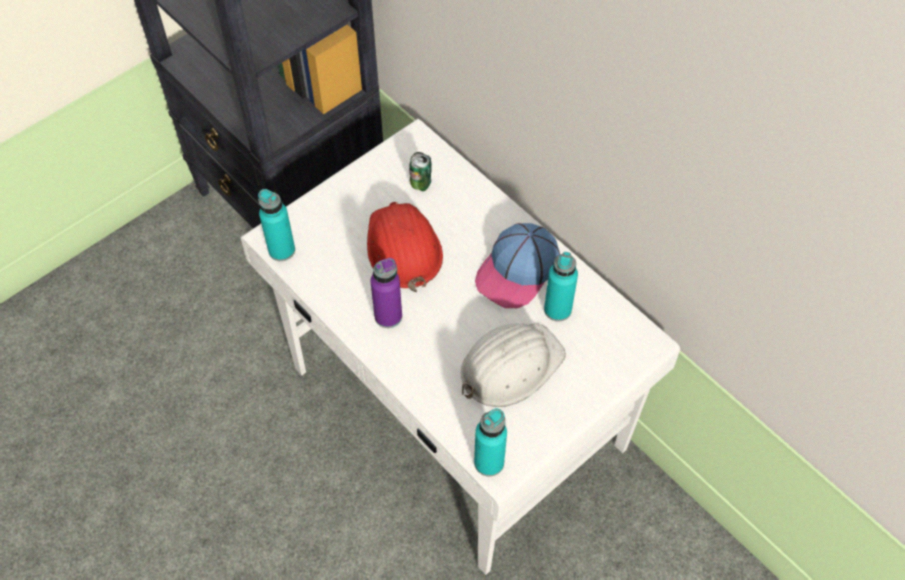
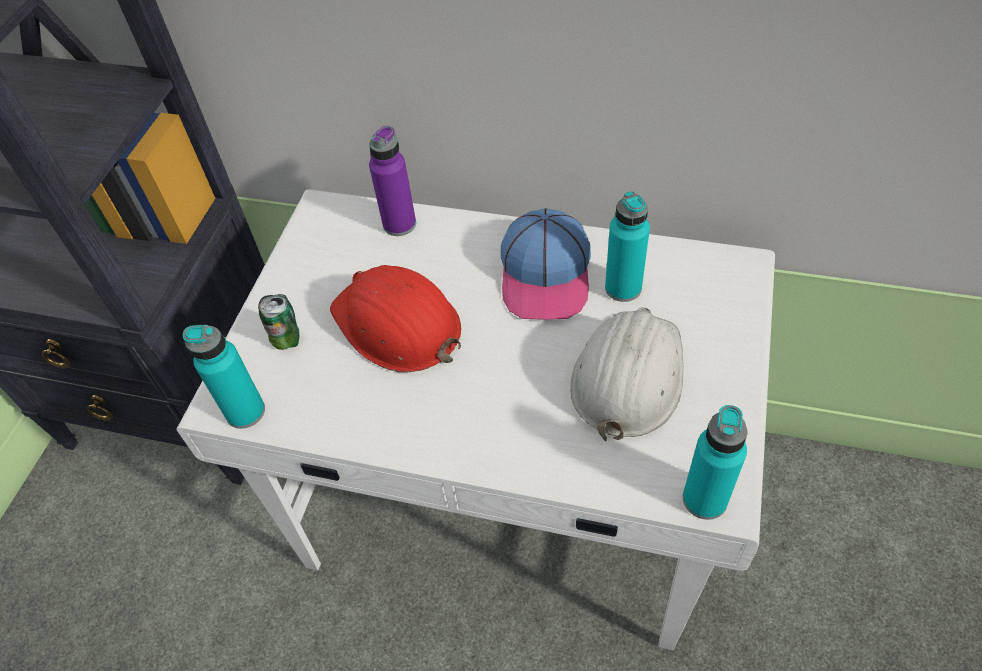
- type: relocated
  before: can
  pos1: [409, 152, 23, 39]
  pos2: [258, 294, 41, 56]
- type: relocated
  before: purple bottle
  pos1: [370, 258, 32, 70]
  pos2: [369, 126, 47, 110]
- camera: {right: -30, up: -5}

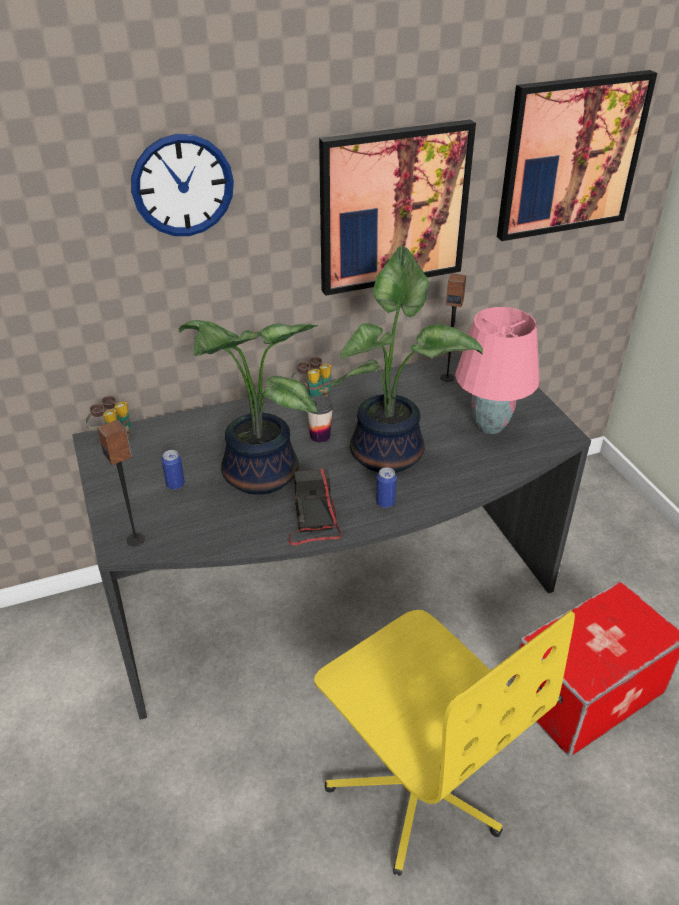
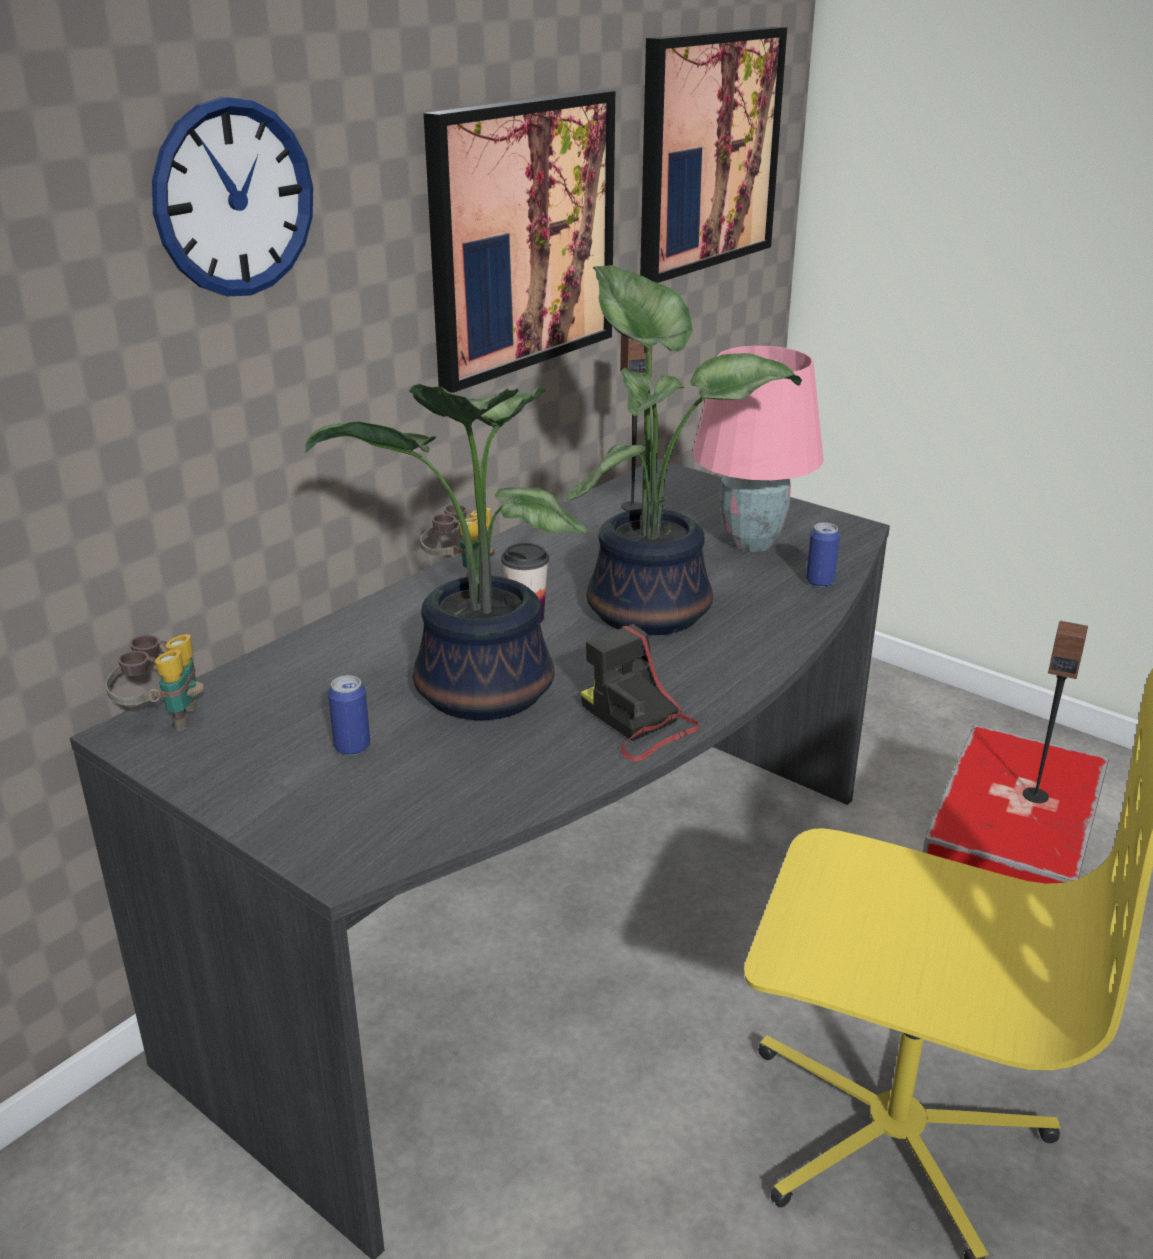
- type: relocated
  before: speaker
  pos1: [97, 420, 48, 126]
  pos2: [1023, 621, 65, 182]
- type: relocated
  before: can
  pos1: [376, 467, 21, 41]
  pos2: [806, 523, 34, 64]
- camera: {right: -30, up: -10}

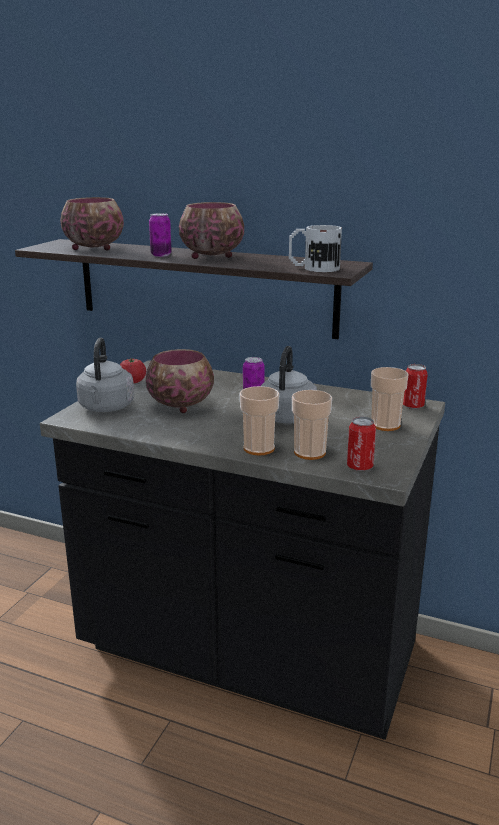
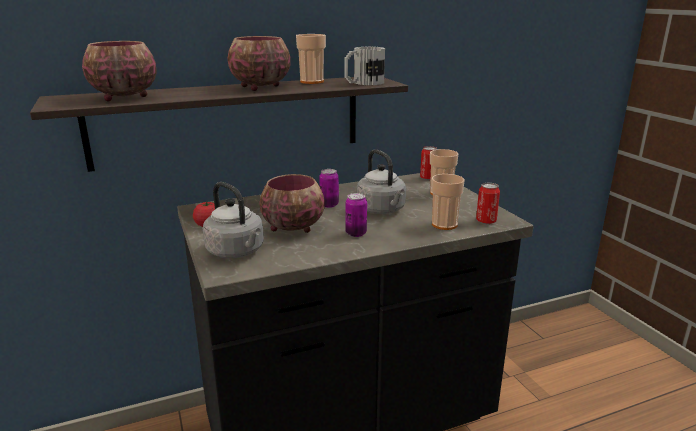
- type: relocated
  before: can
  pos1: [149, 213, 23, 44]
  pos2: [345, 193, 22, 44]
- type: relocated
  before: cup
  pos1: [240, 386, 39, 69]
  pos2: [296, 34, 30, 50]
- camera: {right: -45, up: 0}

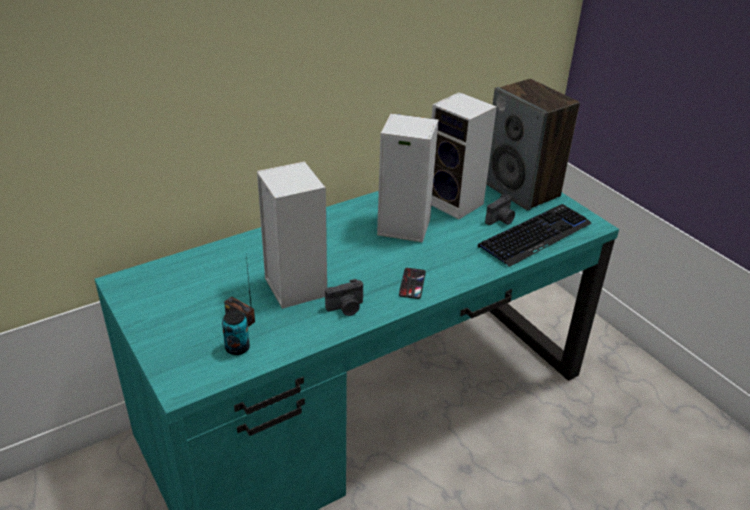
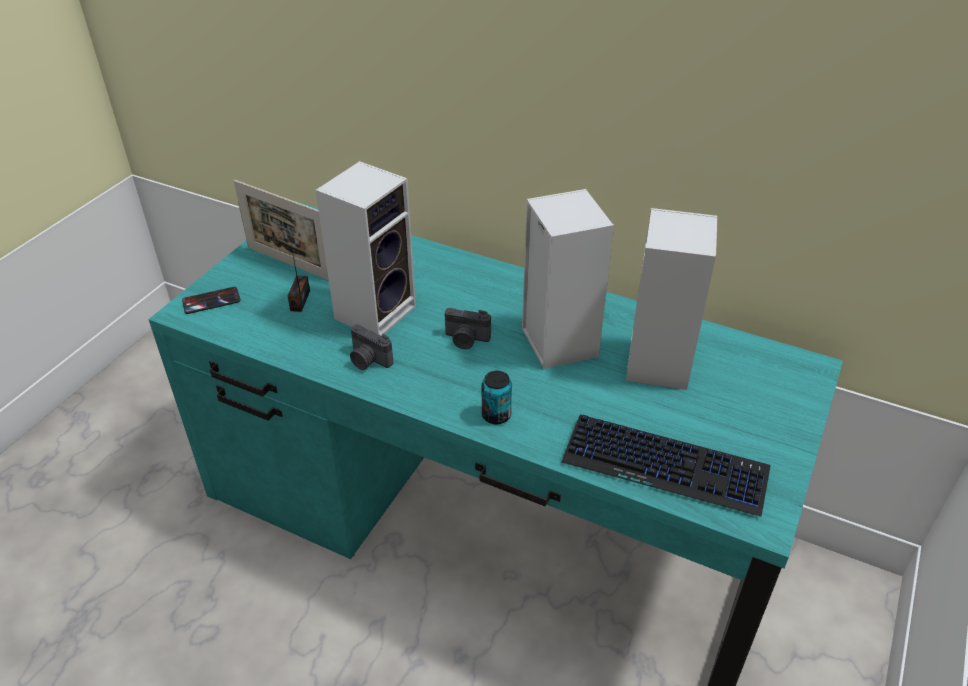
- type: missing
  before: speaker
  pos1: [486, 79, 94, 132]
- type: relocated
  before: photo camera
  pos1: [485, 194, 30, 31]
  pos2: [445, 308, 46, 41]
- type: relocated
  before: phone
  pos1: [399, 268, 27, 31]
  pos2: [182, 287, 59, 27]
- type: relocated
  before: can
  pos1: [222, 310, 28, 45]
  pos2: [482, 371, 30, 53]
- type: appeared
  after: picture frame
  pos2: [234, 180, 95, 100]
- camera: {right: 60, up: 5}

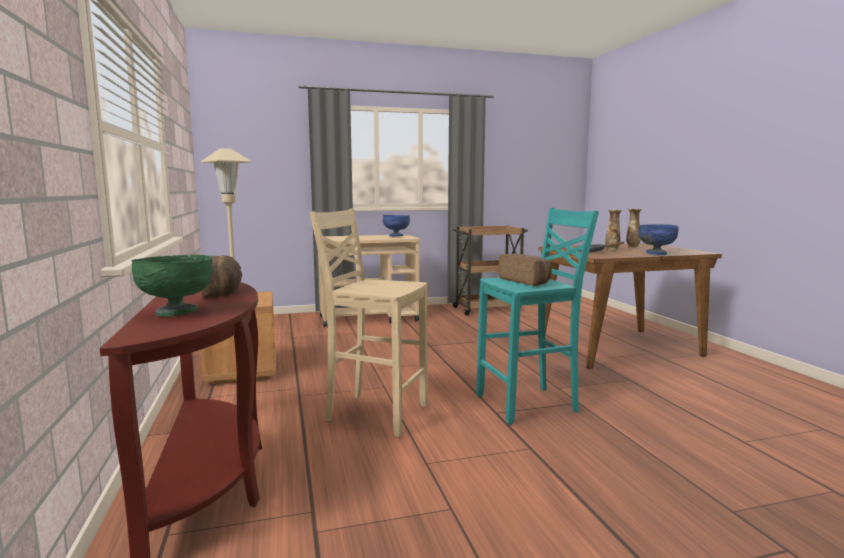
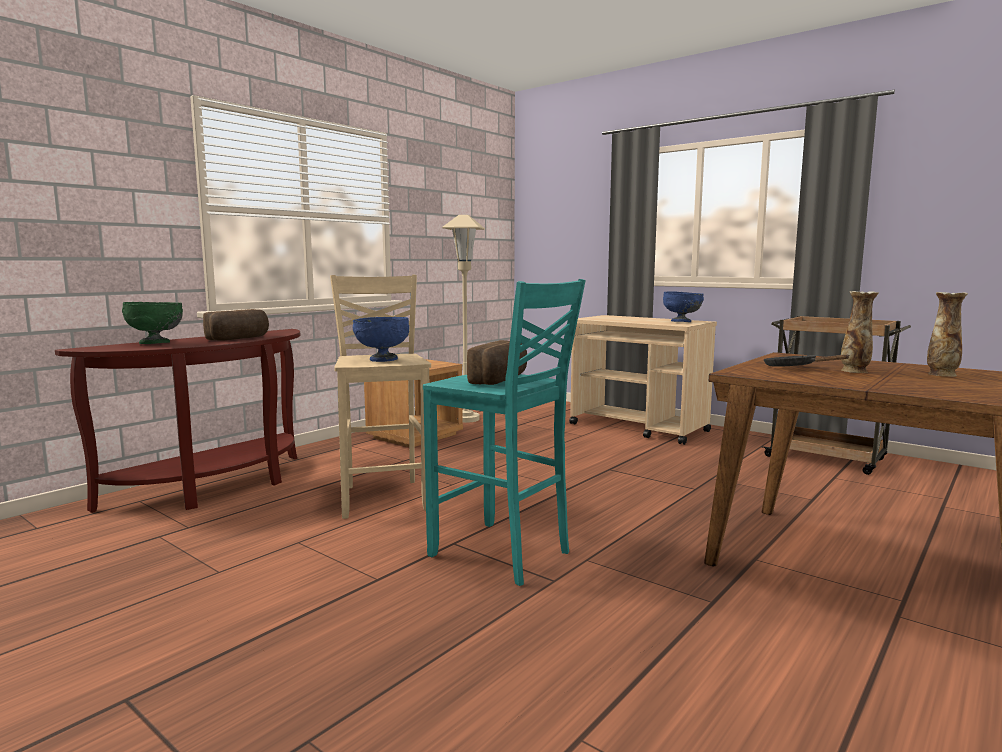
- type: relocated
  before: blue bowl
  pos1: [638, 224, 41, 31]
  pos2: [353, 317, 56, 45]
- camera: {right: 55, up: 0}

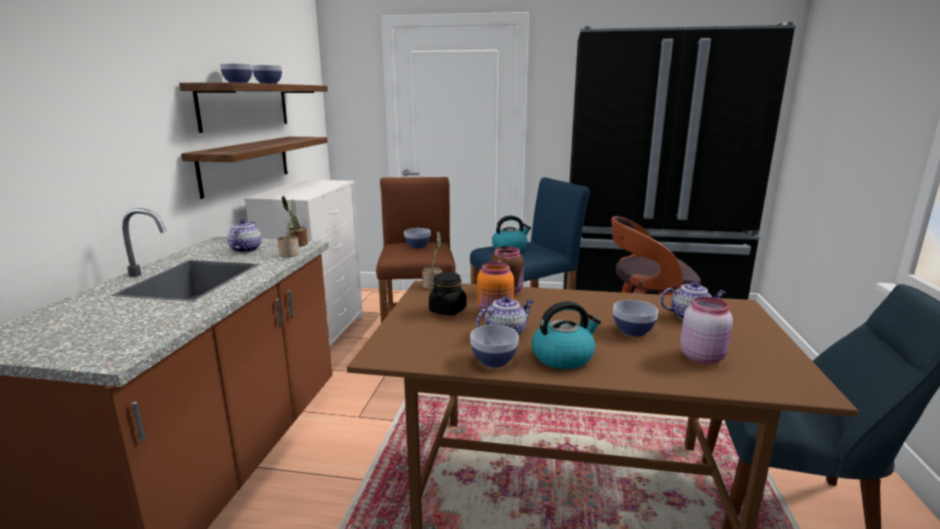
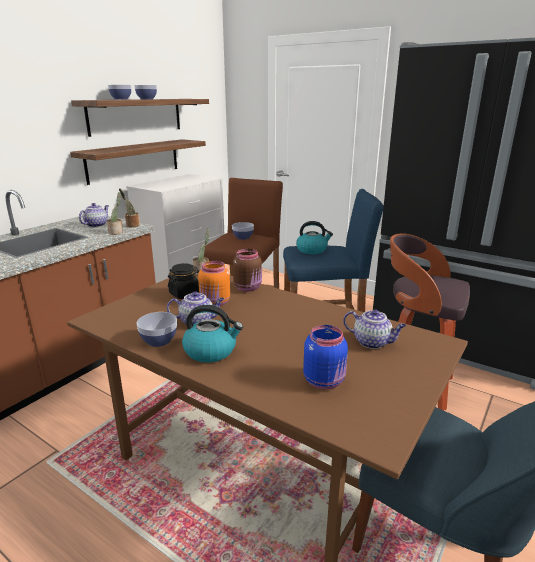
- type: colour
  before: pink jar
  after: blue jar
  pos1: [680, 297, 53, 67]
  pos2: [303, 325, 45, 65]
- type: missing
  before: bowl
  pos1: [613, 300, 45, 37]
- camera: {right: 25, up: 5}

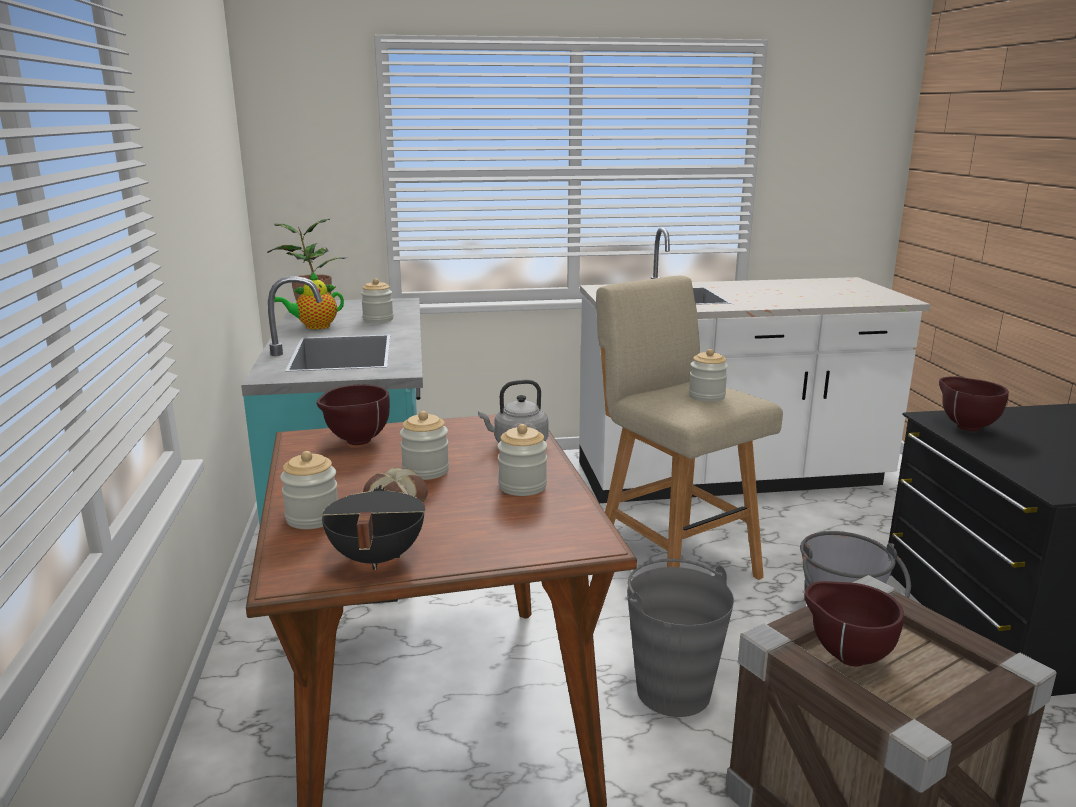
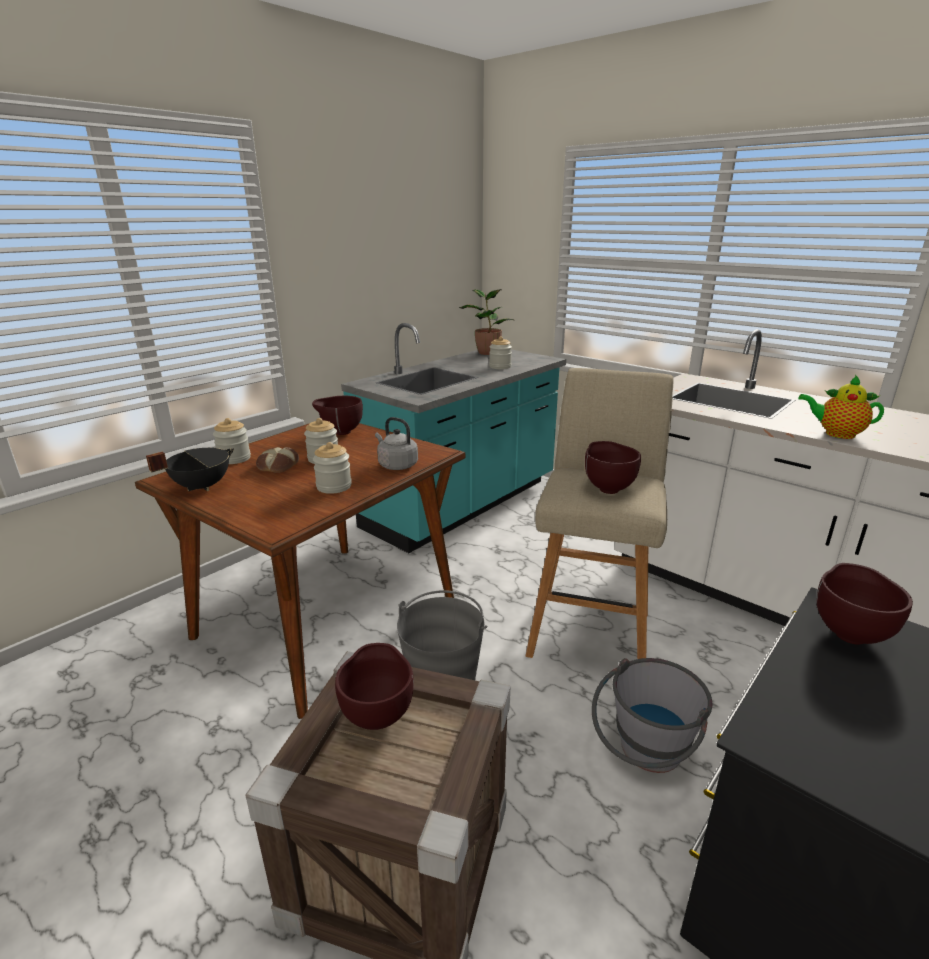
- type: relocated
  before: teapot
  pos1: [274, 272, 70, 57]
  pos2: [798, 375, 86, 64]
- type: exchanged
  before: jar
  after: brown bowl
  pos1: [689, 349, 39, 53]
  pos2: [585, 441, 56, 53]
- camera: {right: 50, up: 5}

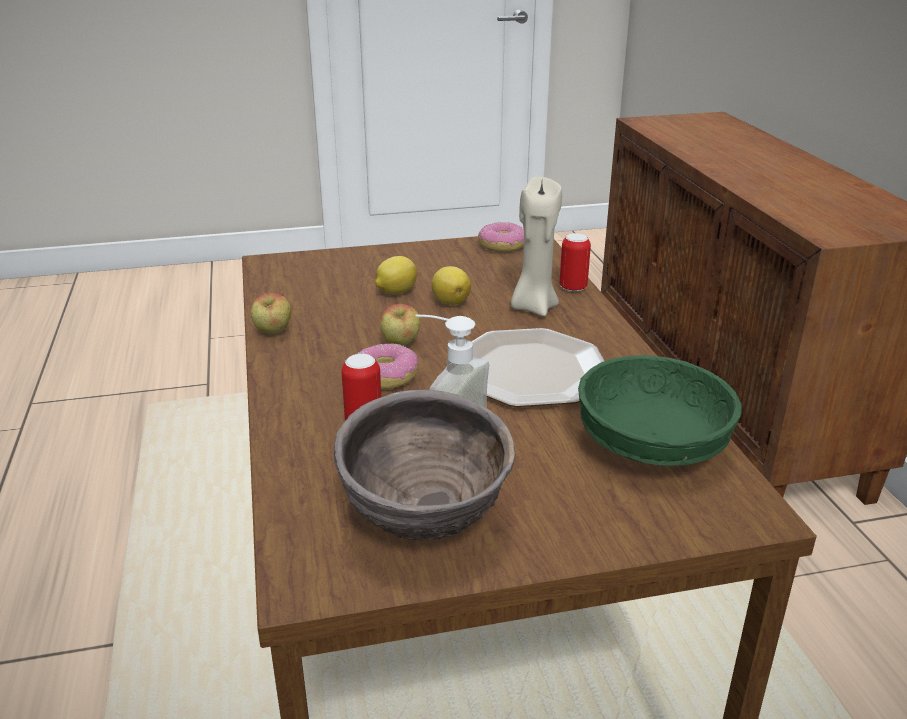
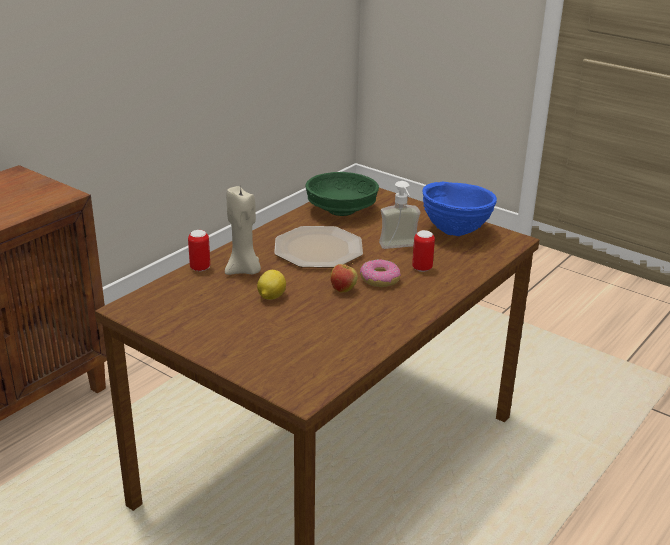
- type: missing
  before: donut
  pos1: [478, 222, 46, 30]
- type: missing
  before: lemon
  pos1: [375, 256, 42, 38]
- type: missing
  before: apple
  pos1: [251, 293, 40, 41]
- type: colour
  before: brown bowl
  after: blue bowl
  pos1: [334, 390, 181, 151]
  pos2: [423, 182, 74, 54]
- camera: {right: -130, up: 0}

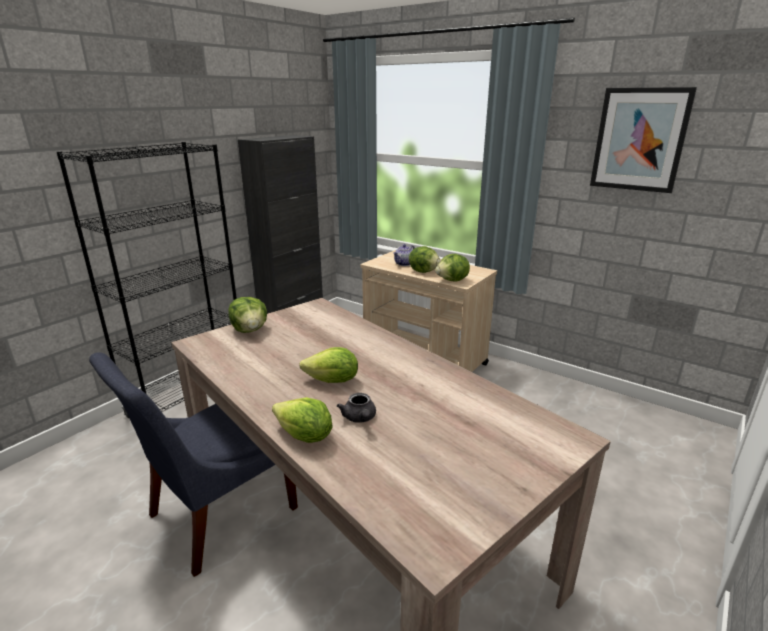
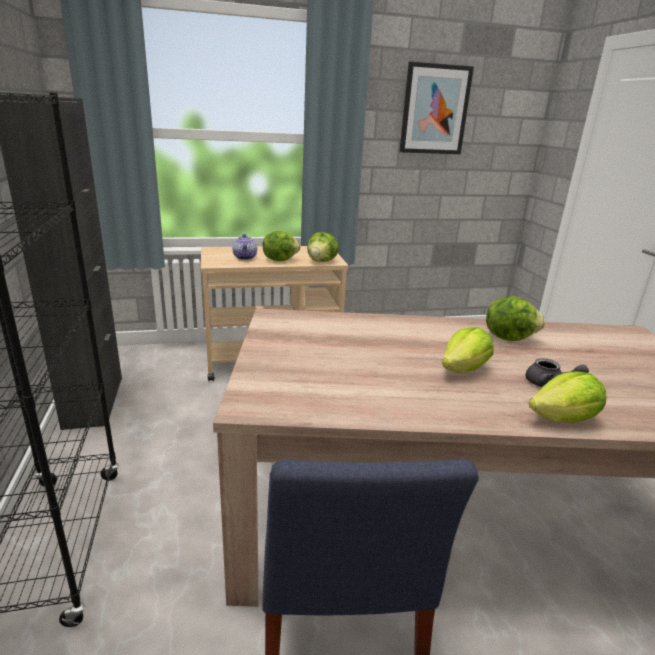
- type: relocated
  before: lettuce
  pos1: [229, 297, 38, 36]
  pos2: [486, 296, 59, 45]
- camera: {right: -50, up: 0}

